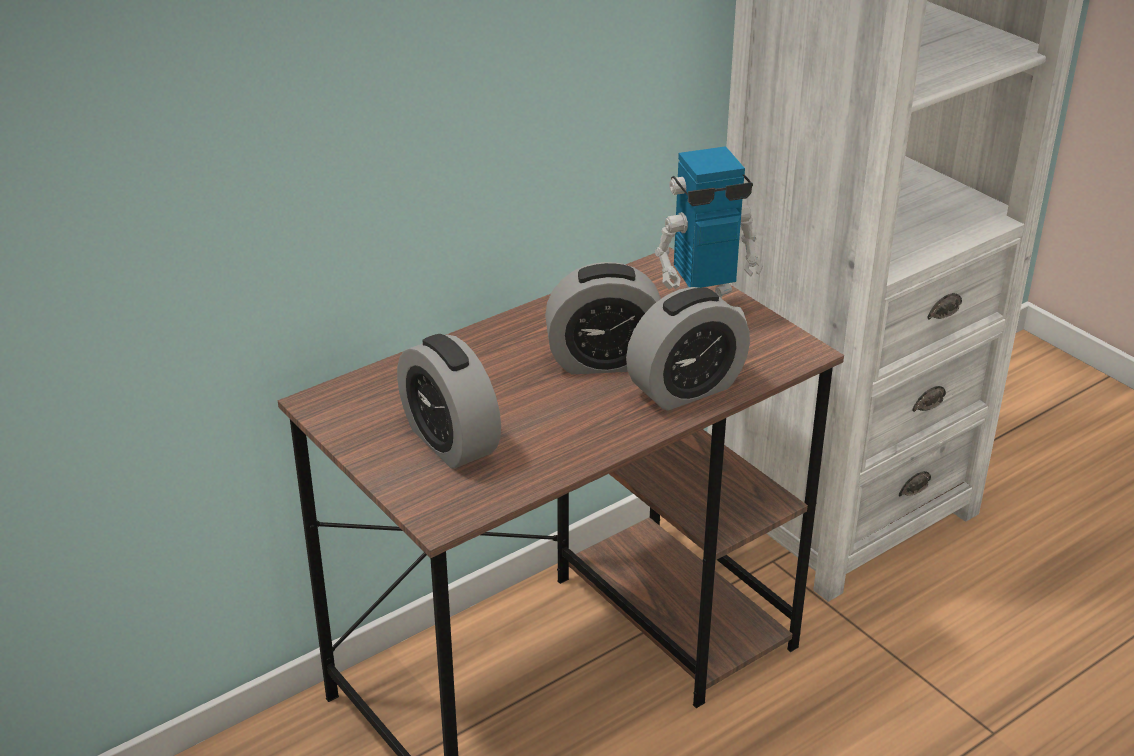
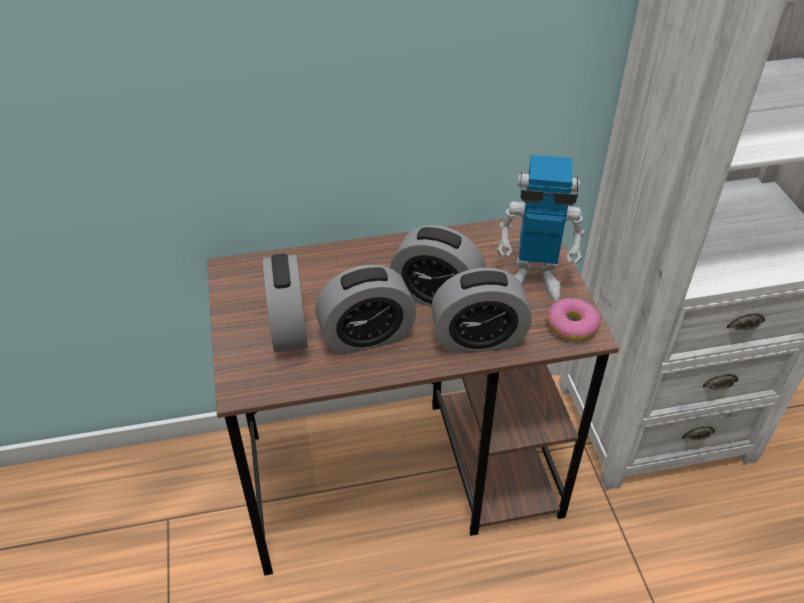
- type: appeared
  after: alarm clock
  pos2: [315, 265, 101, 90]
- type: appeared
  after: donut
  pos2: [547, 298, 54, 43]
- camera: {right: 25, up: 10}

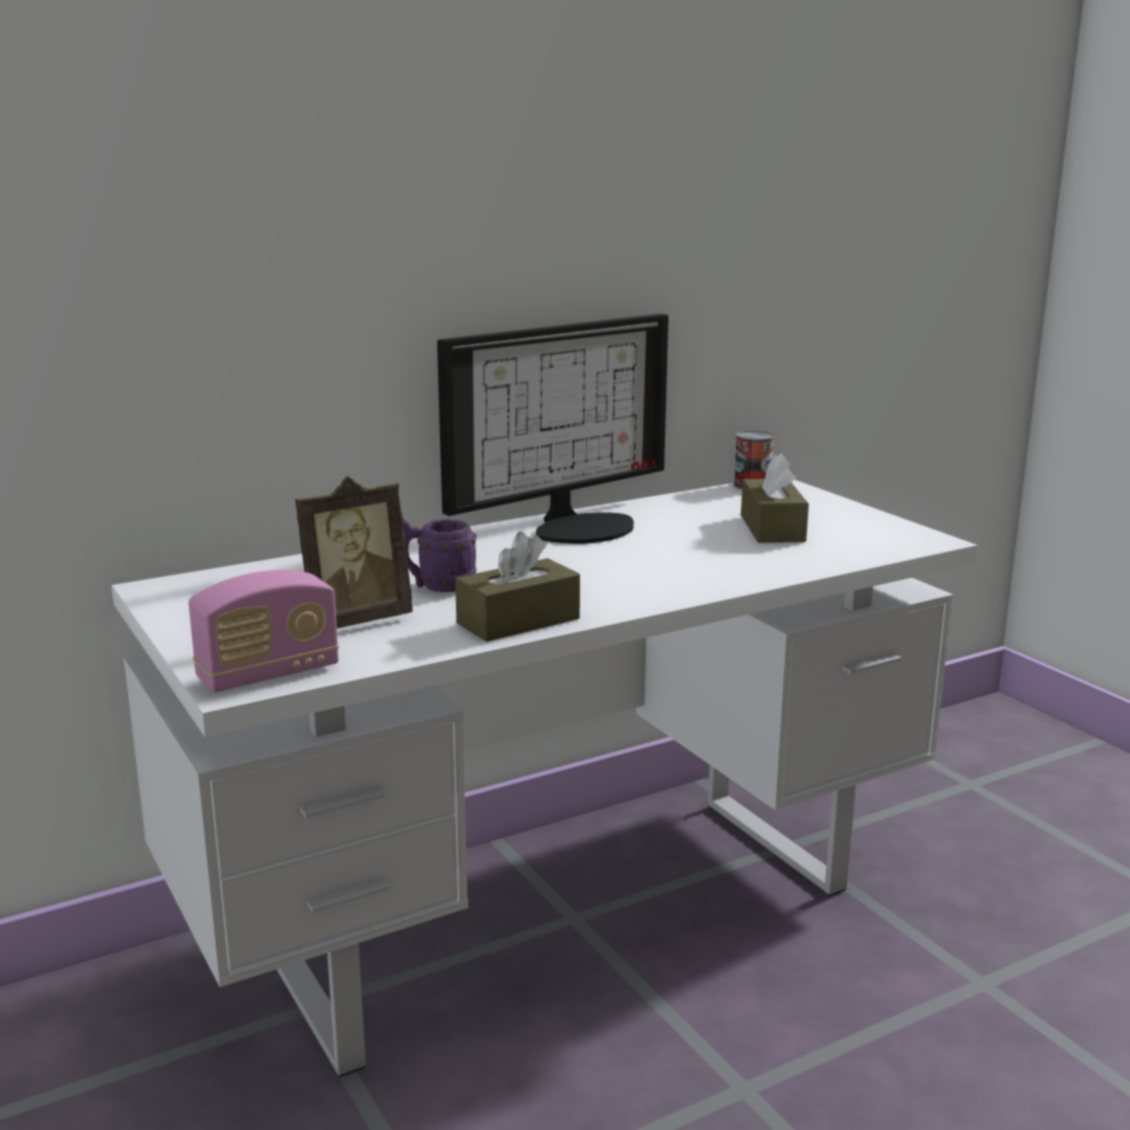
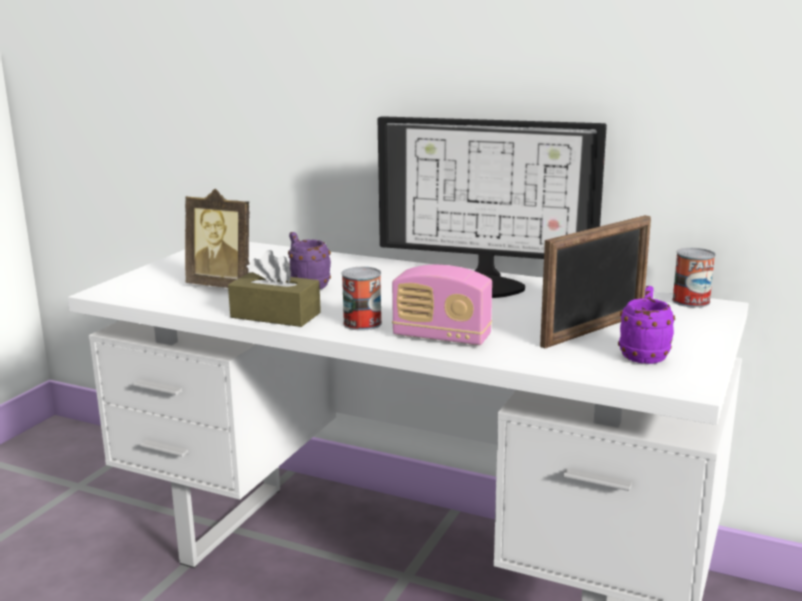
- type: exchanged
  before: brown tissue box
  after: picture frame
  pos1: [741, 453, 68, 90]
  pos2: [540, 215, 111, 133]
- type: relocated
  before: radio
  pos1: [188, 570, 151, 122]
  pos2: [392, 265, 100, 80]
- type: appeared
  after: can
  pos2: [342, 267, 40, 64]
- type: appeared
  after: purple mug
  pos2: [618, 286, 57, 78]
- camera: {right: 55, up: 0}

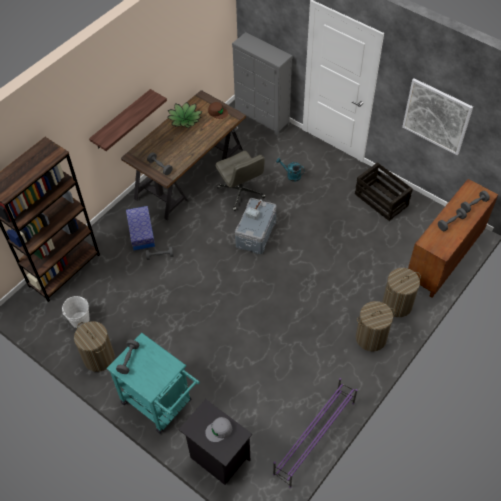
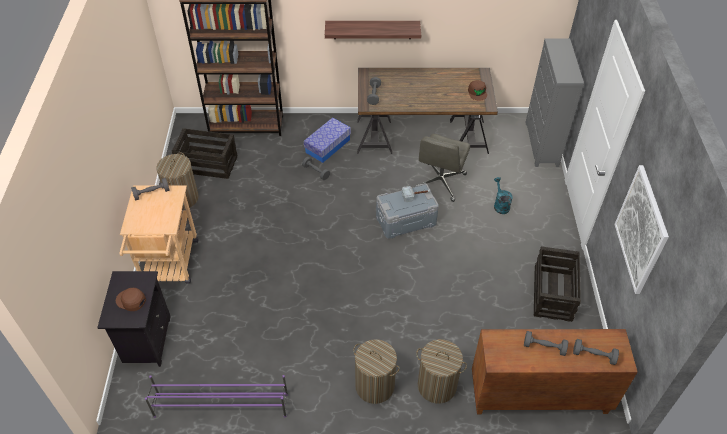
- type: missing
  before: potted plant
  pos1: [167, 102, 36, 26]
- type: exchanged
  before: white bucket
  after: crate
  pos1: [62, 296, 28, 32]
  pos2: [172, 128, 66, 51]
- type: colour
  before: turquoise cart
  after: beige cart
  pos1: [106, 333, 94, 101]
  pos2: [120, 185, 78, 99]
- type: colour
  before: grey cap
  after: brown cap
  pos1: [205, 417, 27, 25]
  pos2: [116, 288, 30, 23]
- camera: {right: 50, up: -5}

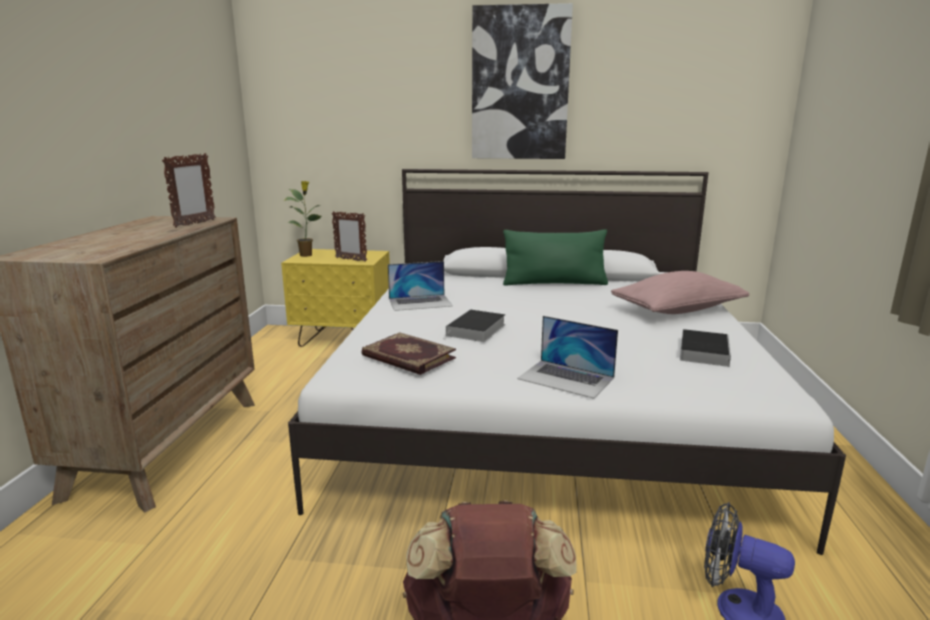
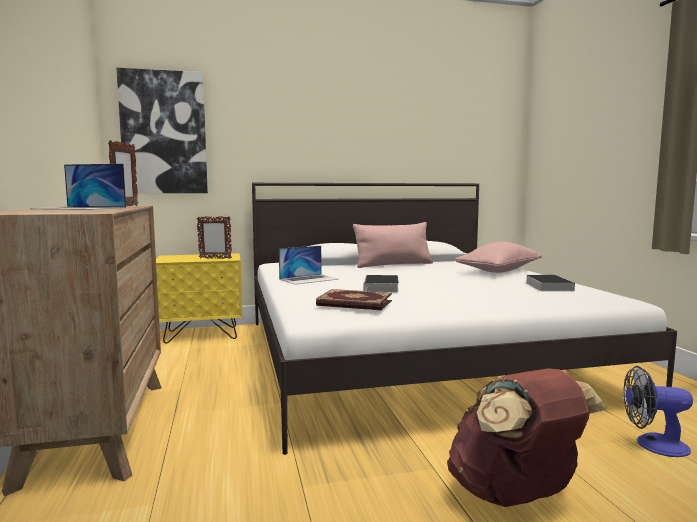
- type: relocated
  before: picture
  pos1: [472, 3, 101, 156]
  pos2: [117, 68, 91, 125]
- type: missing
  before: potted plant
  pos1: [284, 181, 37, 76]
- type: colour
  before: green pillow
  after: pink pillow
  pos1: [503, 229, 105, 56]
  pos2: [353, 222, 80, 46]
- type: relocated
  before: laptop
  pos1: [517, 316, 101, 83]
  pos2: [31, 164, 95, 46]
- camera: {right: -20, up: -10}

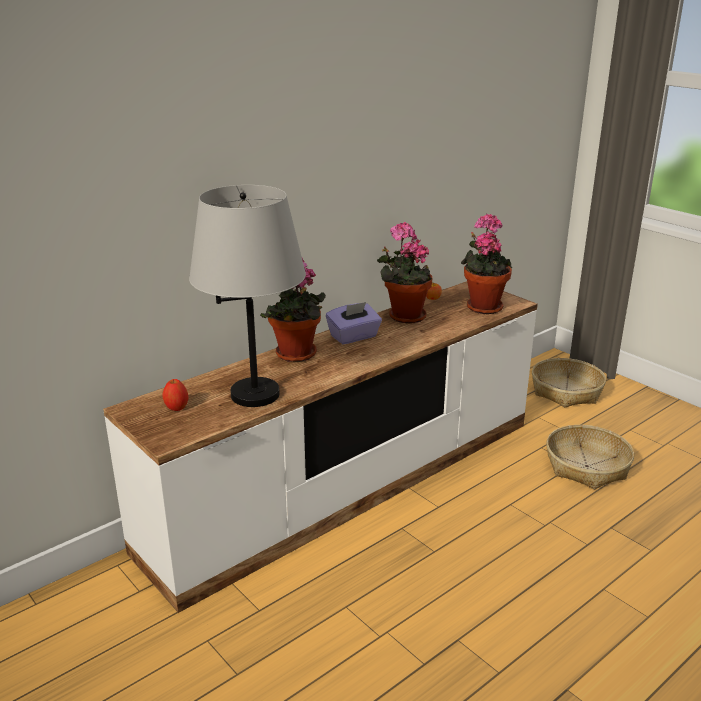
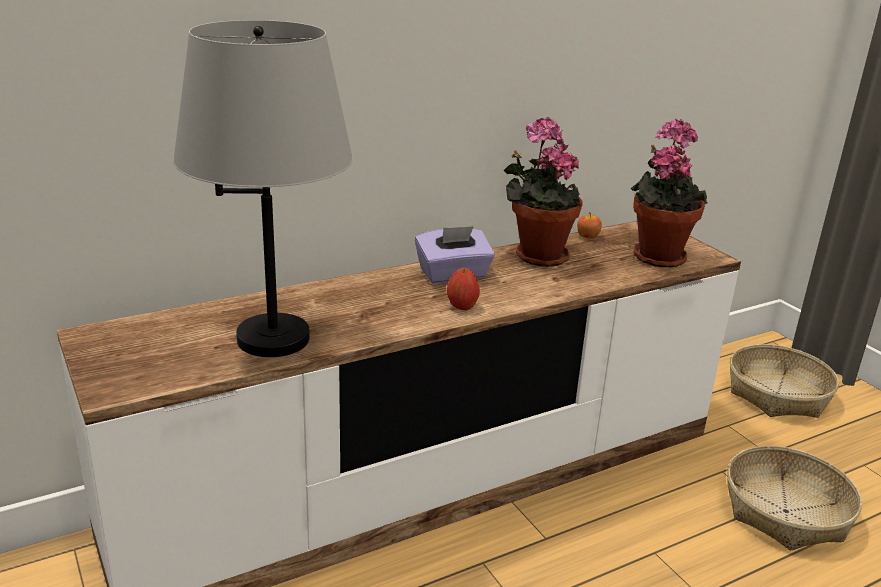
- type: missing
  before: potted plant
  pos1: [260, 258, 66, 104]
- type: relocated
  before: apple
  pos1: [163, 379, 25, 32]
  pos2: [447, 268, 33, 42]
- camera: {right: 10, up: 0}

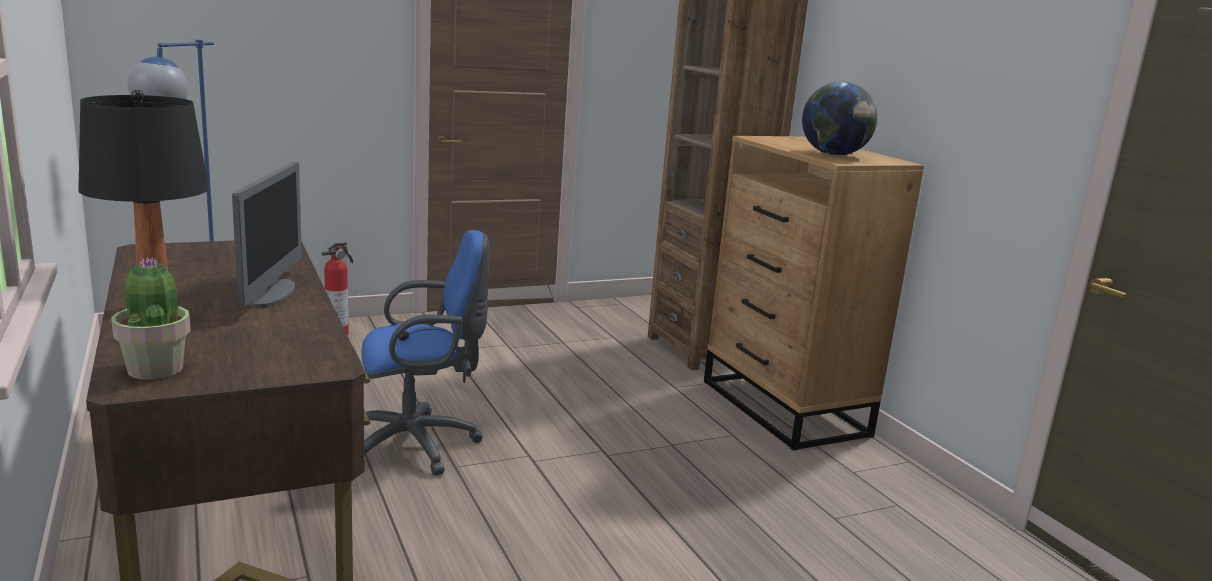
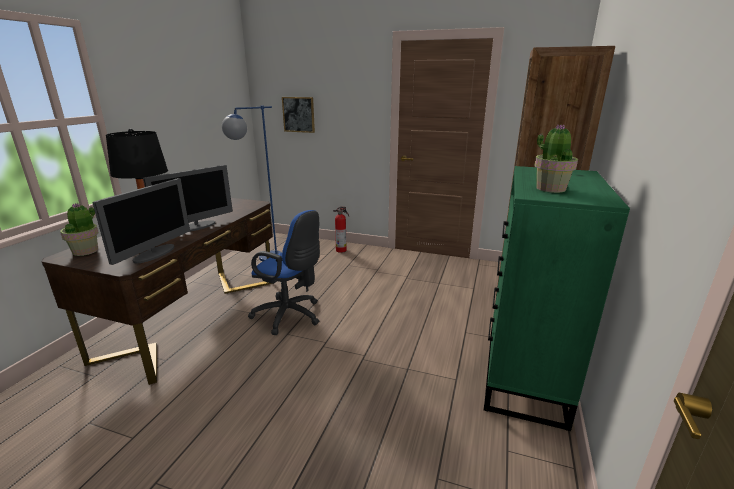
- type: exchanged
  before: globe
  after: potted plant
  pos1: [802, 82, 75, 74]
  pos2: [534, 124, 44, 69]
- type: colour
  before: brown dresser
  after: green dresser
  pos1: [704, 136, 220, 315]
  pos2: [484, 166, 146, 265]
- type: appeared
  after: picture
  pos2: [282, 97, 33, 36]
- type: appeared
  after: monitor
  pos2: [93, 178, 97, 87]
- camera: {right: 45, up: 5}

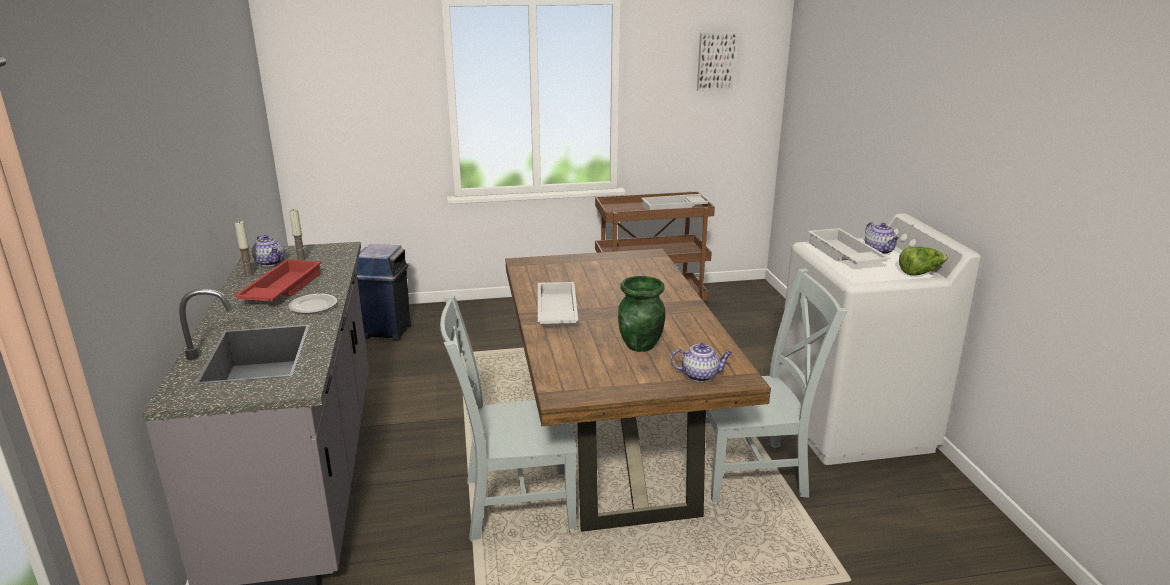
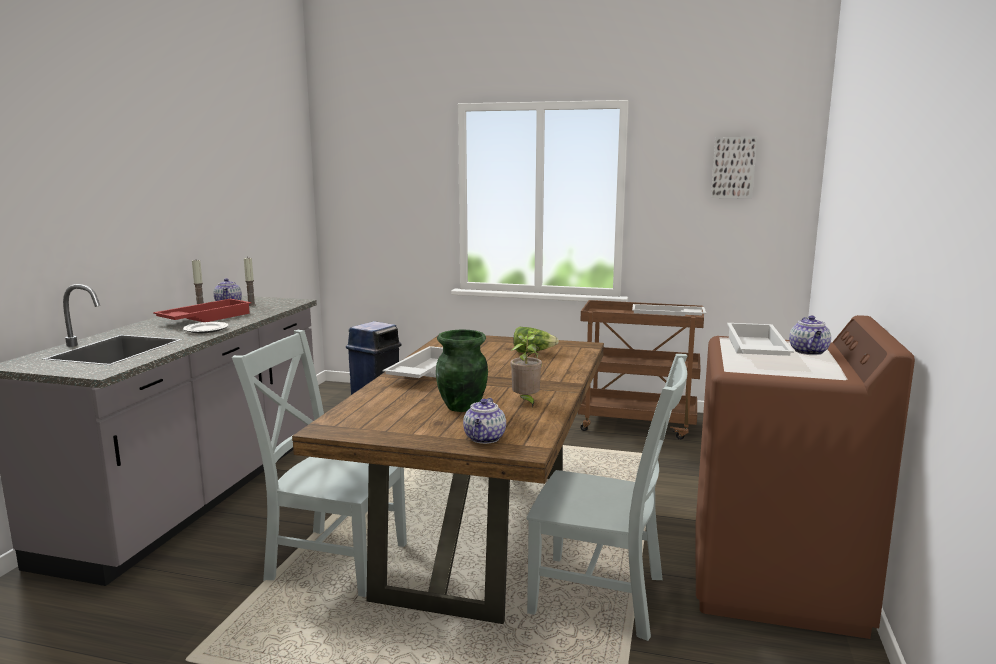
- type: colour
  before: white washing machine
  after: brown washing machine
  pos1: [779, 213, 202, 252]
  pos2: [695, 315, 220, 324]
- type: relocated
  before: lettuce
  pos1: [899, 247, 49, 28]
  pos2: [513, 327, 46, 26]
- type: spun
  before: teapot
  pos1: [670, 343, 62, 39]
  pos2: [463, 398, 43, 46]
  turn: 75
- type: appeared
  after: potted plant
  pos2: [510, 330, 33, 78]
- camera: {right: 25, up: -10}

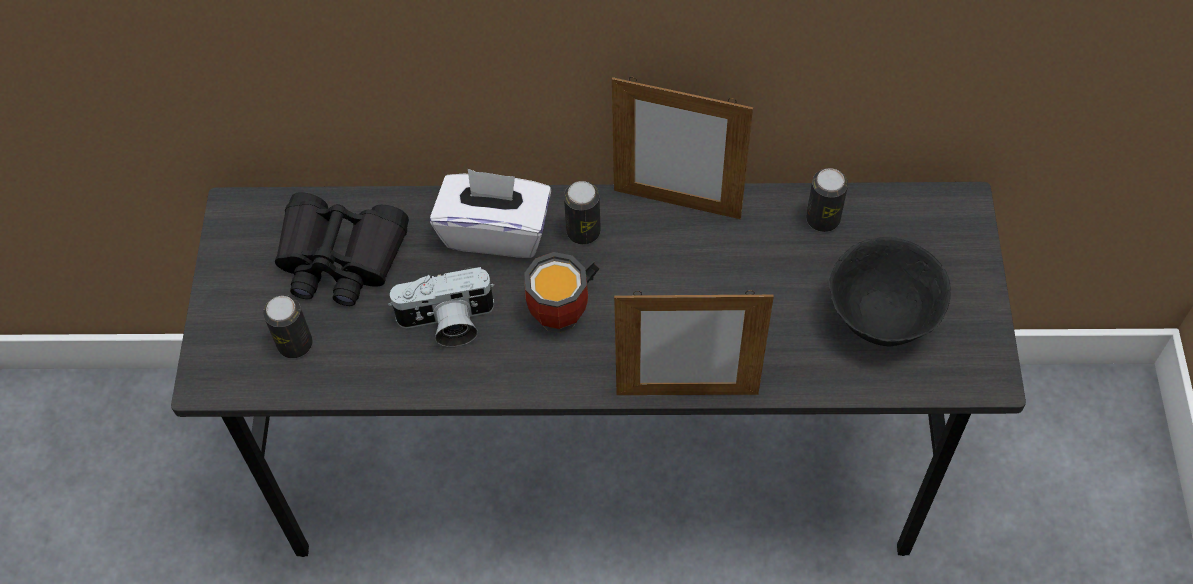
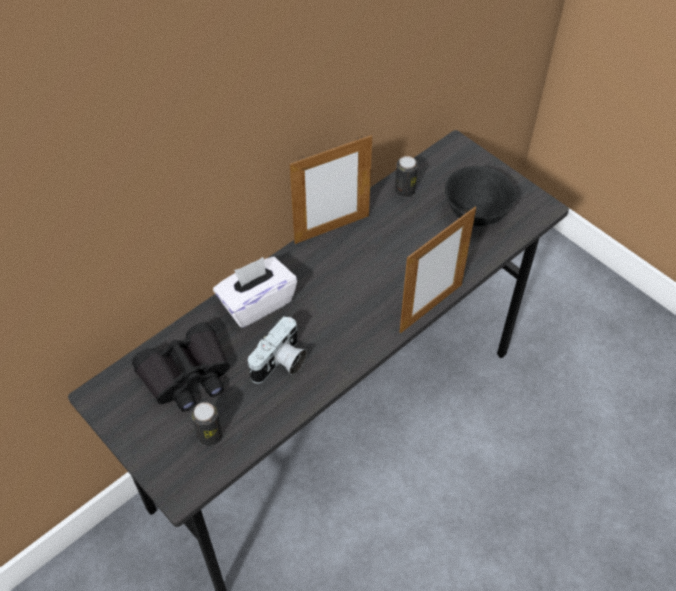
- type: missing
  before: can
  pos1: [564, 181, 37, 63]
- type: missing
  before: mug
  pos1: [524, 252, 75, 81]
- camera: {right: -45, up: -5}

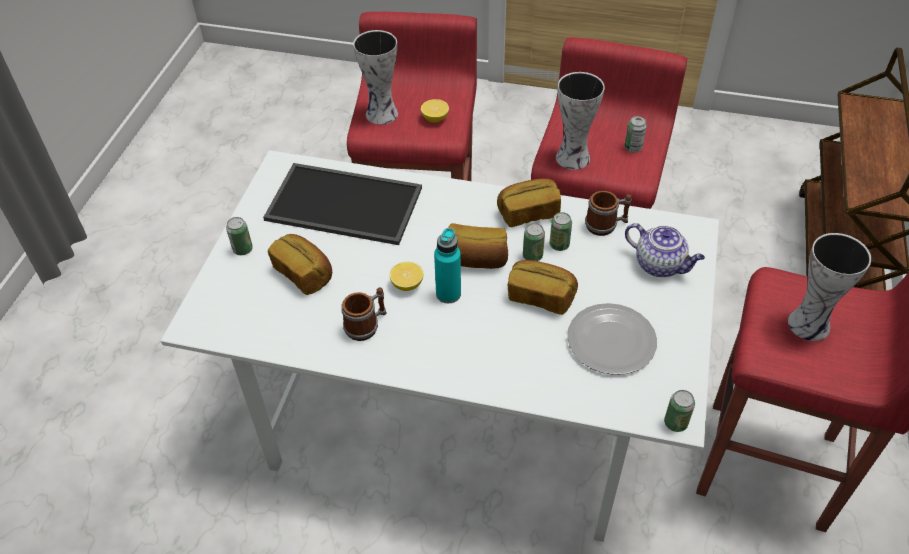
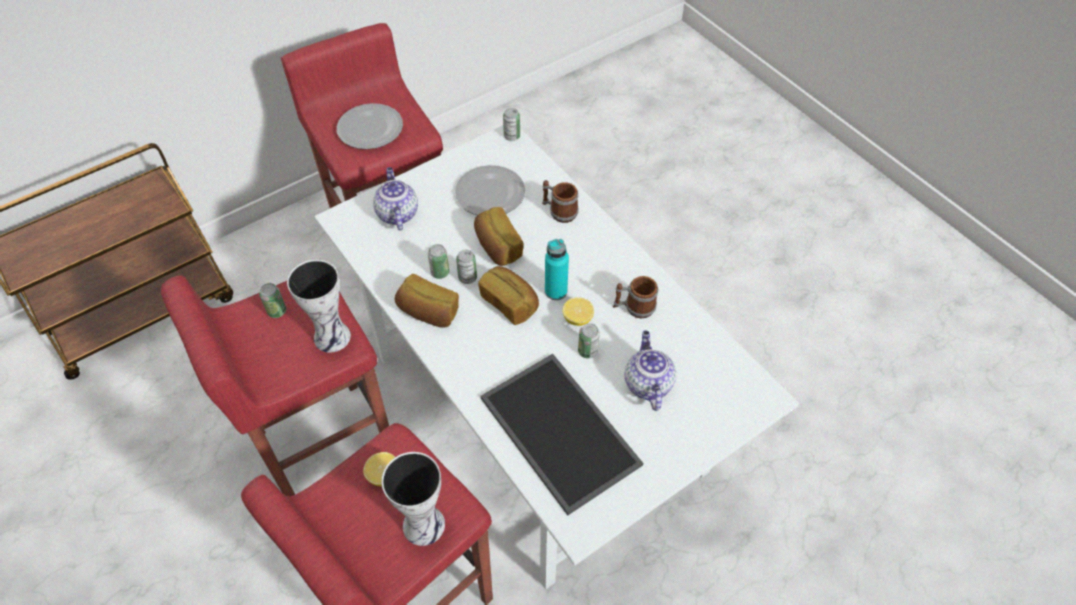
- type: relocated
  before: mug
  pos1: [585, 191, 46, 45]
  pos2: [542, 180, 37, 43]
- type: relocated
  before: can
  pos1: [226, 217, 27, 38]
  pos2: [578, 323, 22, 36]
- type: exchanged
  before: vase
  after: plate
  pos1: [788, 233, 83, 108]
  pos2: [337, 103, 66, 46]
- type: exchanged
  before: bread
  after: teapot
  pos1: [268, 234, 64, 61]
  pos2: [625, 330, 51, 81]
- camera: {right: -140, up: 5}

